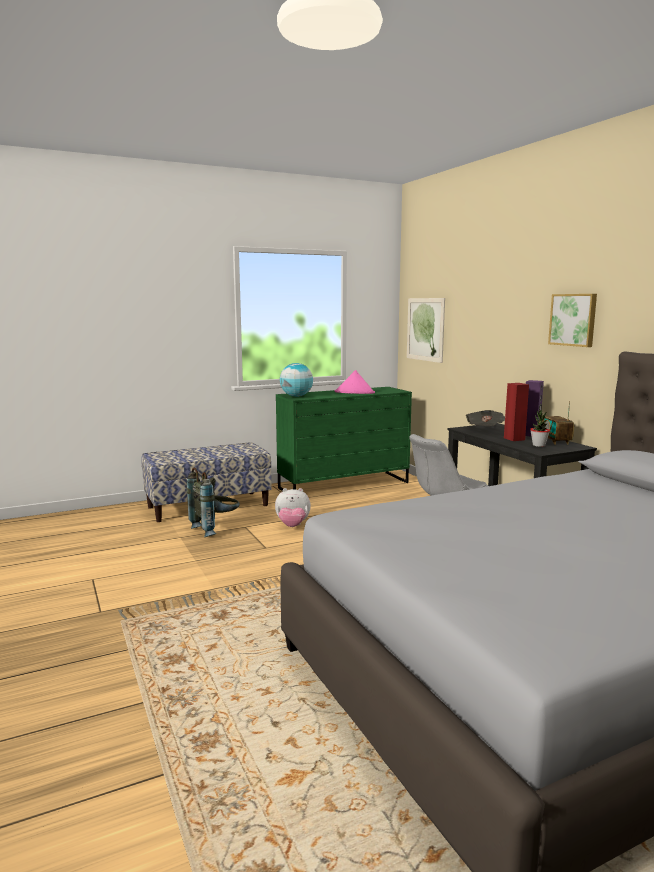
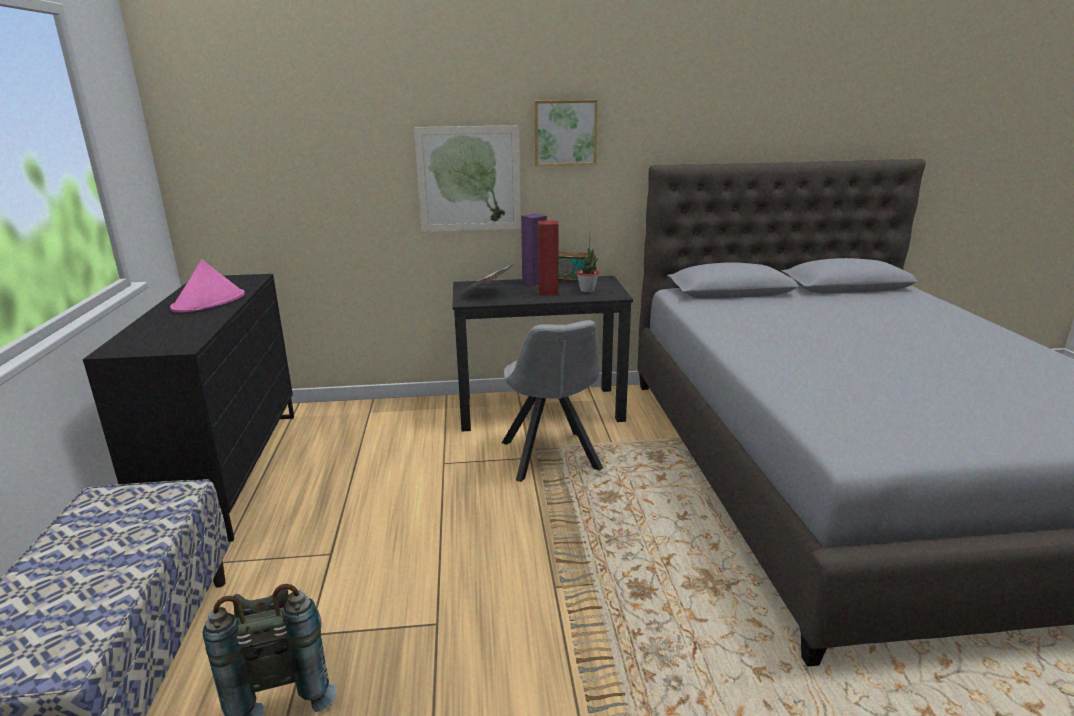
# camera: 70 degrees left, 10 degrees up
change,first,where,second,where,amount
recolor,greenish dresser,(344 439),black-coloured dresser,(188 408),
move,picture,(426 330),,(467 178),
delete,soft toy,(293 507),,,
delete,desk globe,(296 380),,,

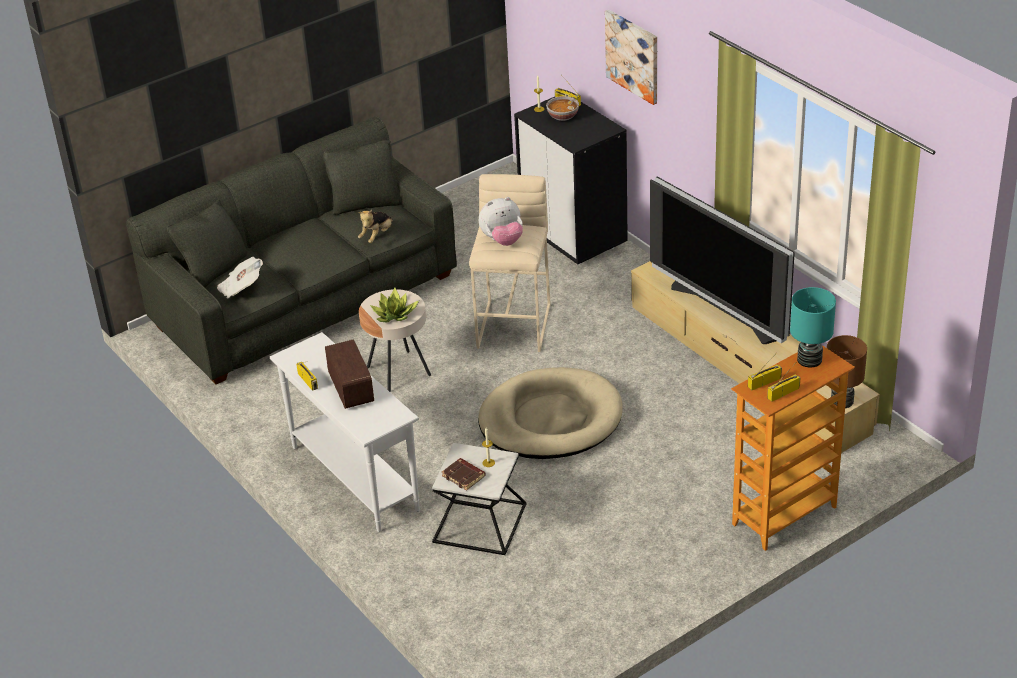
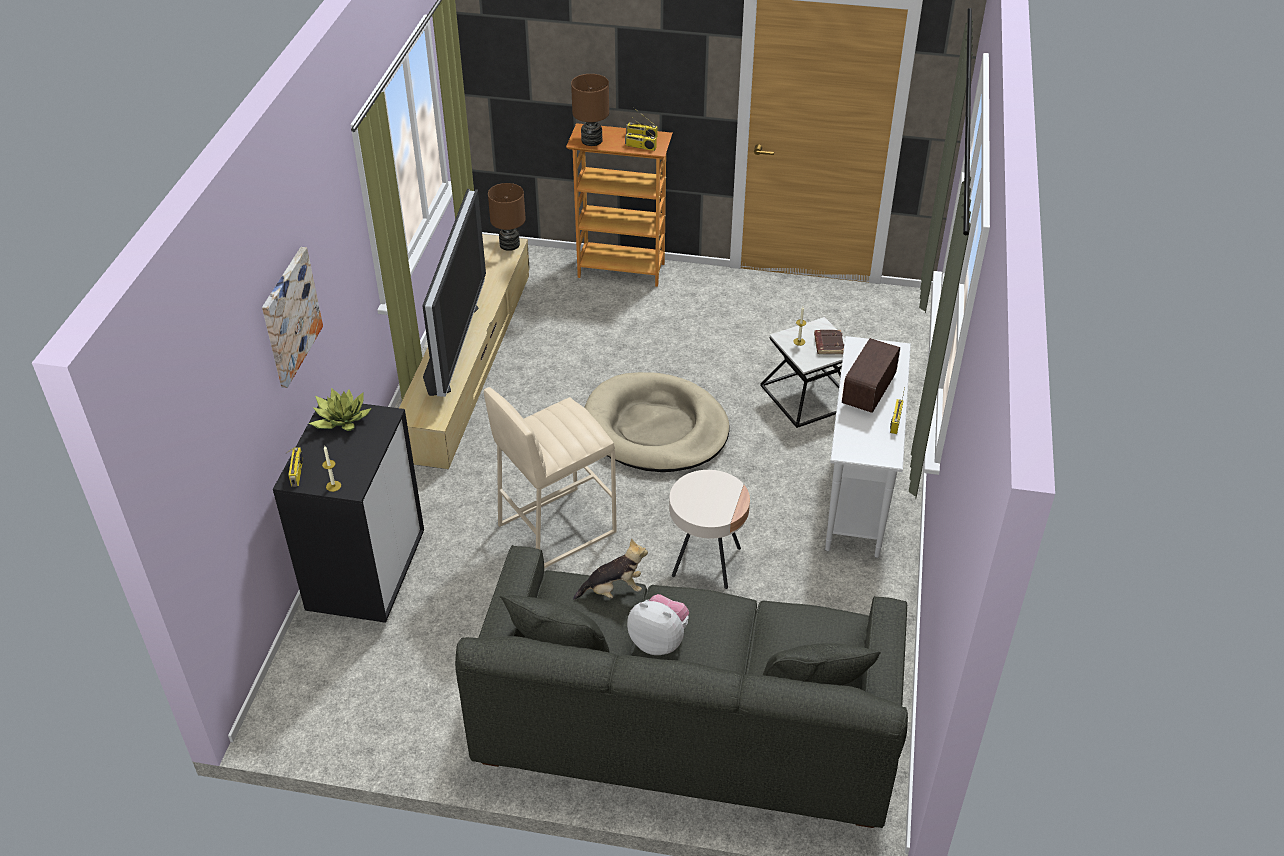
# camera: 135 degrees left, 5 degrees up
change,first,where,second,where,amount
move,plant in a pot,(394 305),,(340 409),
recolor,blue-green tabletop lamp,(813 327),brown-coloured tabletop lamp,(590 110),
move,soft toy,(501 221),,(658 624),
delete,printed paper,(240 278),,,
delete,deep dish,(562 108),,,

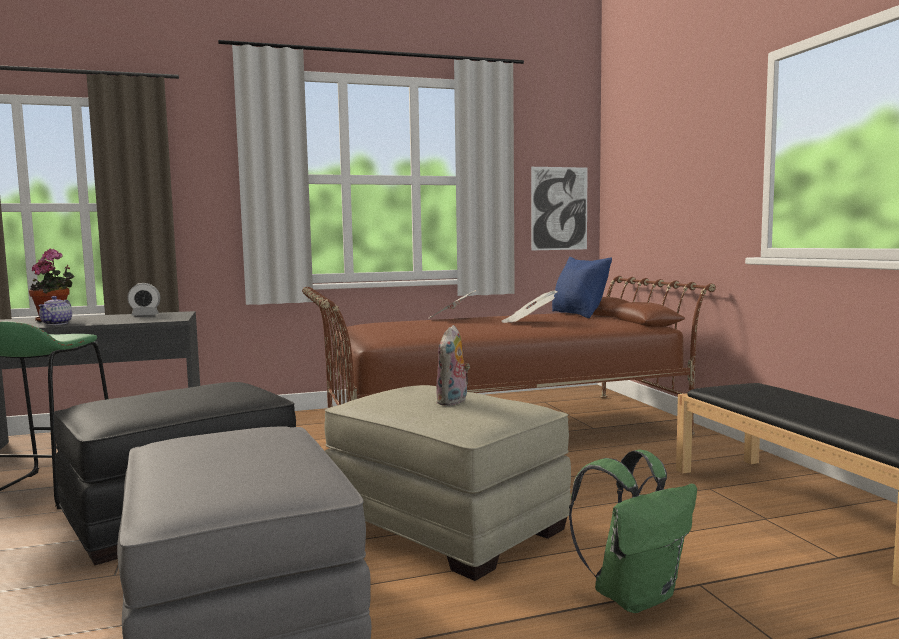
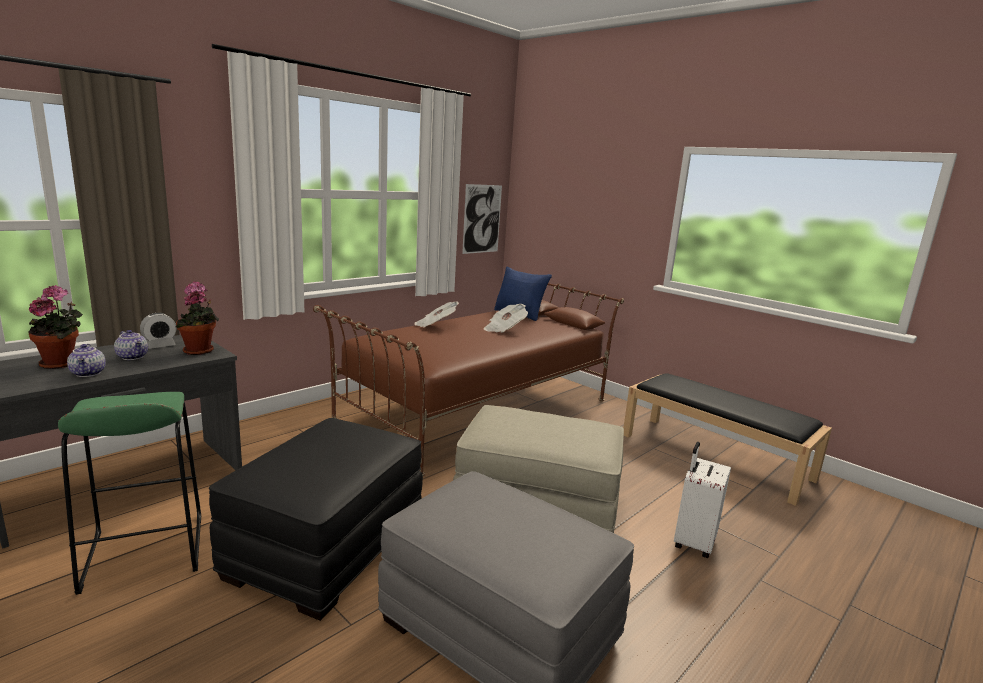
# camera: 30 degrees left, 10 degrees up
change,first,where,second,where,amount
insert,,,tea pot,(131 345),
insert,,,plant in a pot,(197 318),
replace,greenish backpack,(633 531),whitish suitcase,(702 500),
delete,soft toy,(453 365),,,

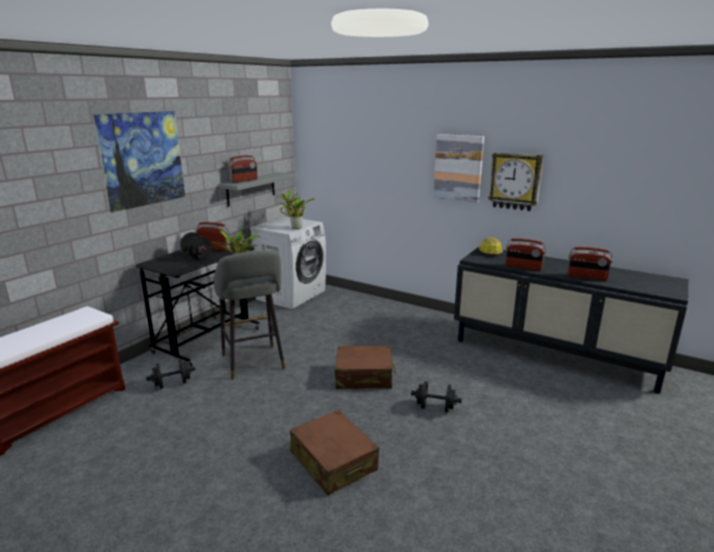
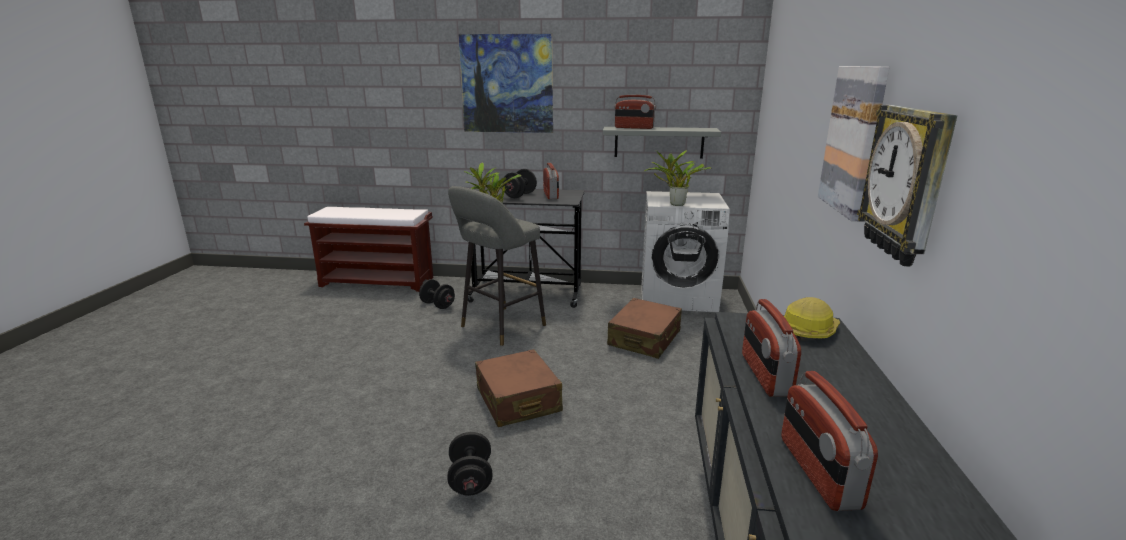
# camera: 65 degrees right, 0 degrees up
change,first,where,second,where,amount
move,brown-coloured suitcase,(334 452),,(644 328),

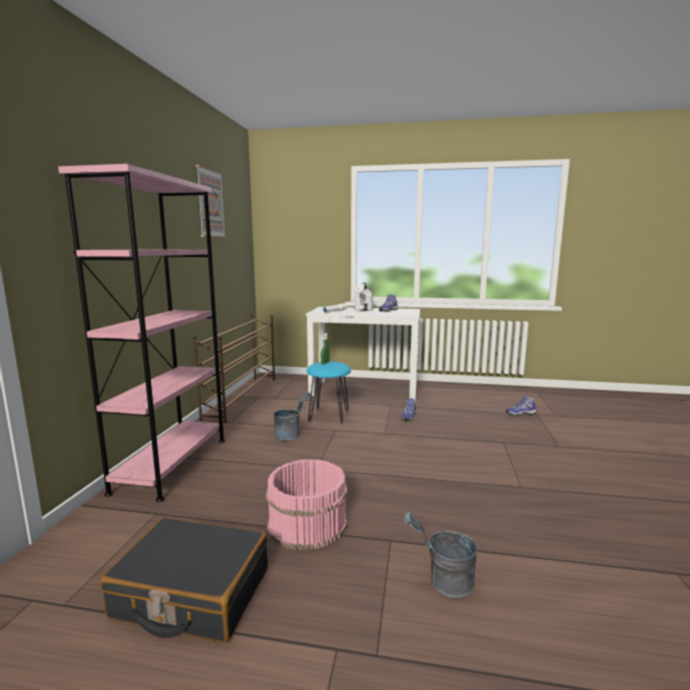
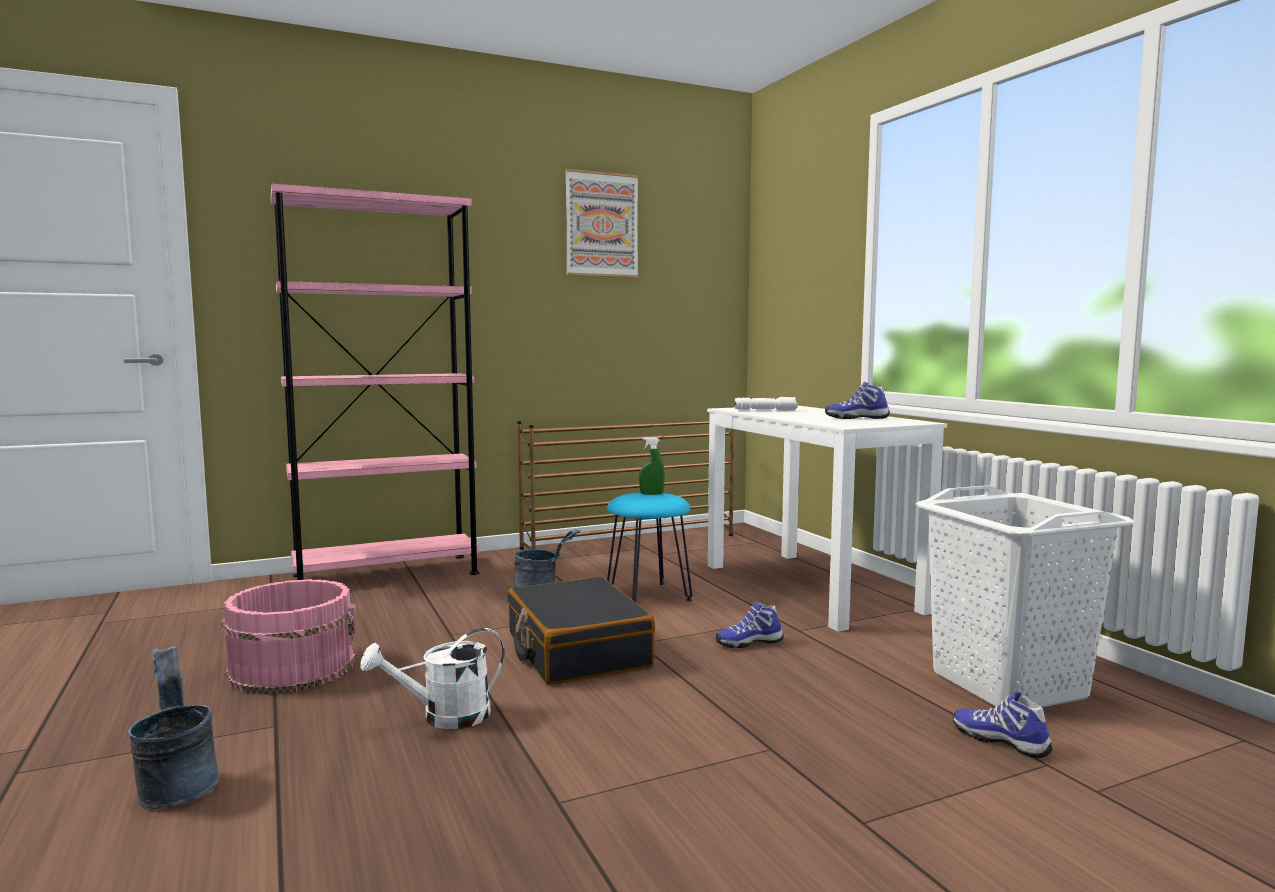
# camera: 55 degrees right, 5 degrees down
change,first,where,second,where,amount
move,whitish sprinkling can,(363 297),,(433 678),
move,black-coloured suitcase,(184 580),,(581 630),
insert,,,whitish washing basket,(1025 596),

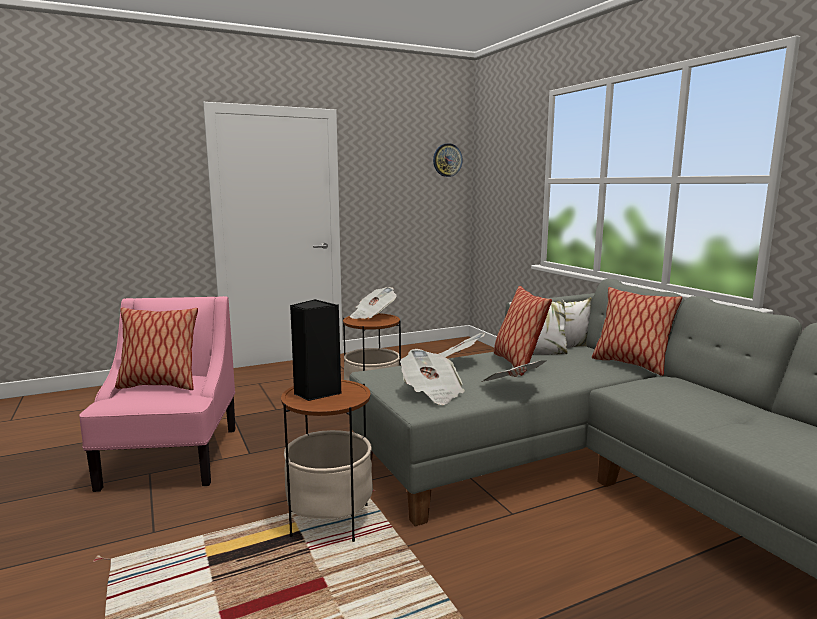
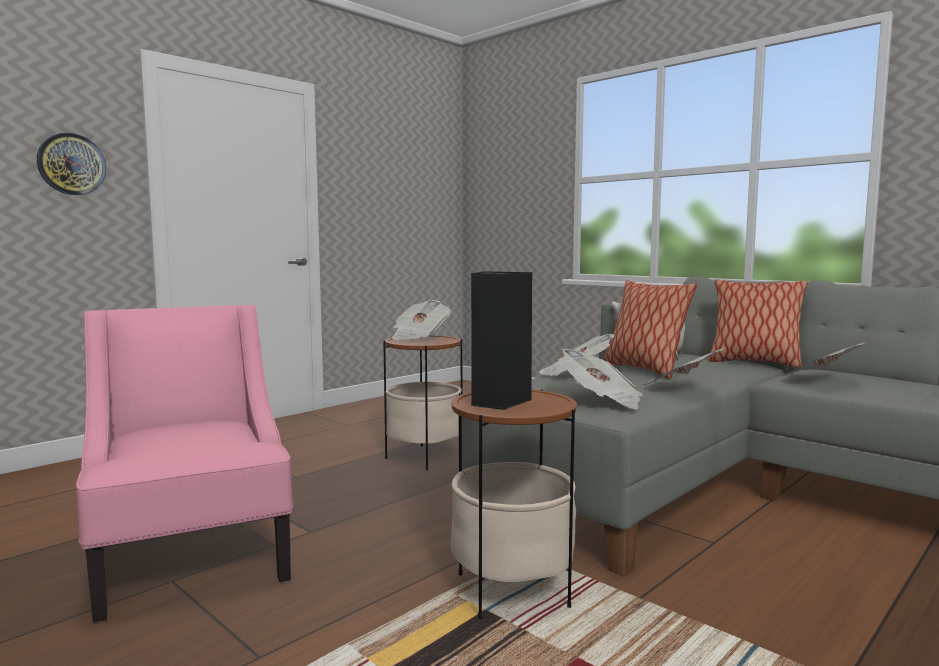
# camera: 20 degrees left, 5 degrees down
change,first,where,second,where,amount
move,hanging clock,(448 160),,(71 164),
insert,,,printed paper,(823 359),
delete,cushion,(156 349),,,

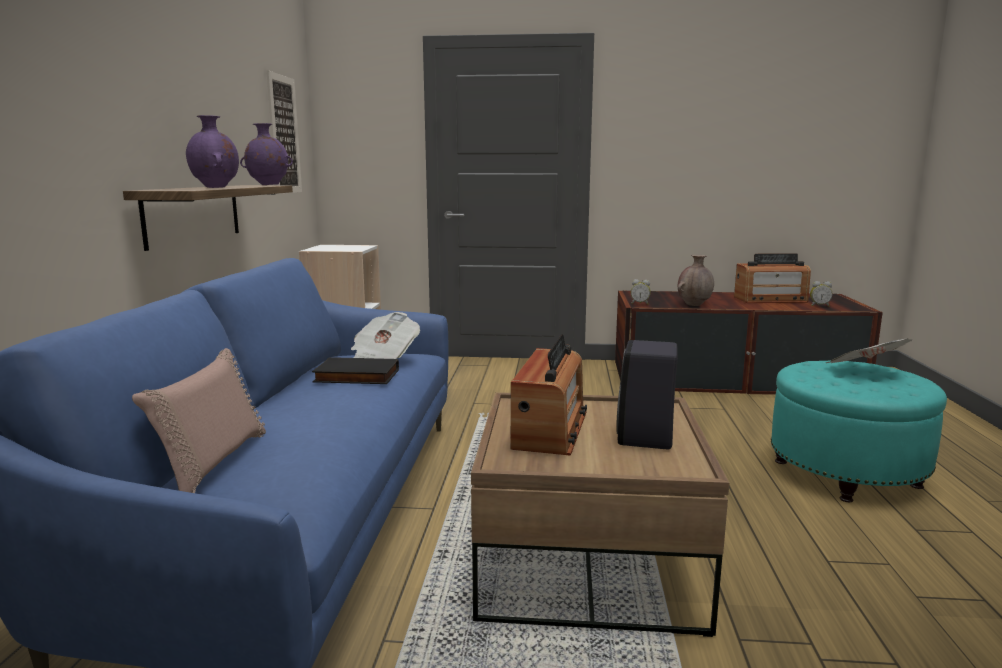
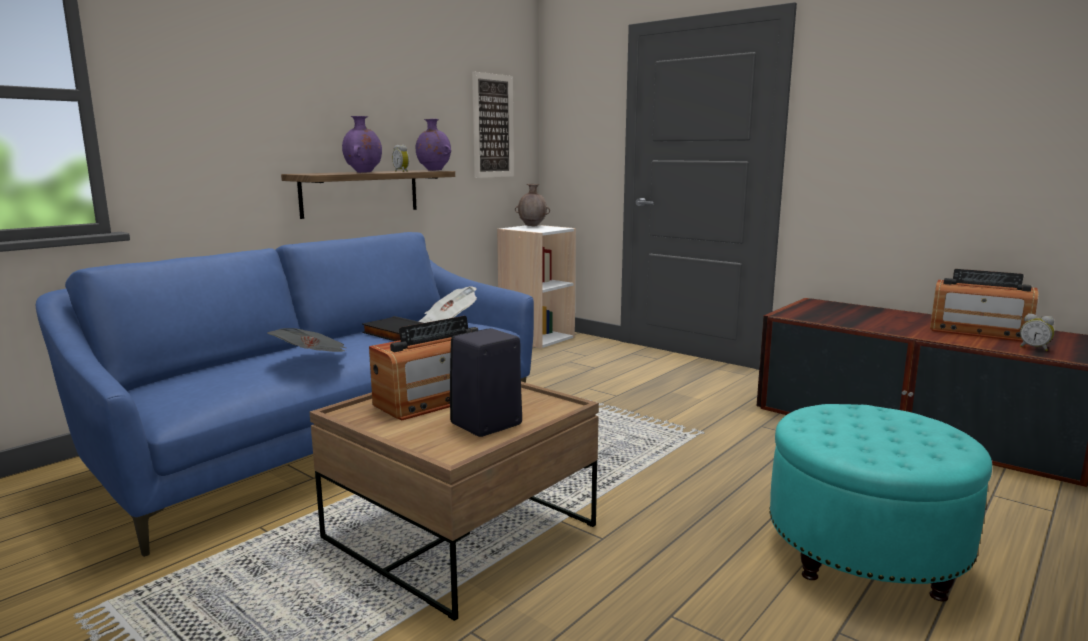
# camera: 35 degrees right, 0 degrees up
change,first,where,second,where,amount
move,printed paper,(869 350),,(306 340),
move,bedside clock,(641 292),,(400 158),
move,brown-coloured decorative vase,(696 280),,(532 205),
delete,beige cushion,(199 420),,,

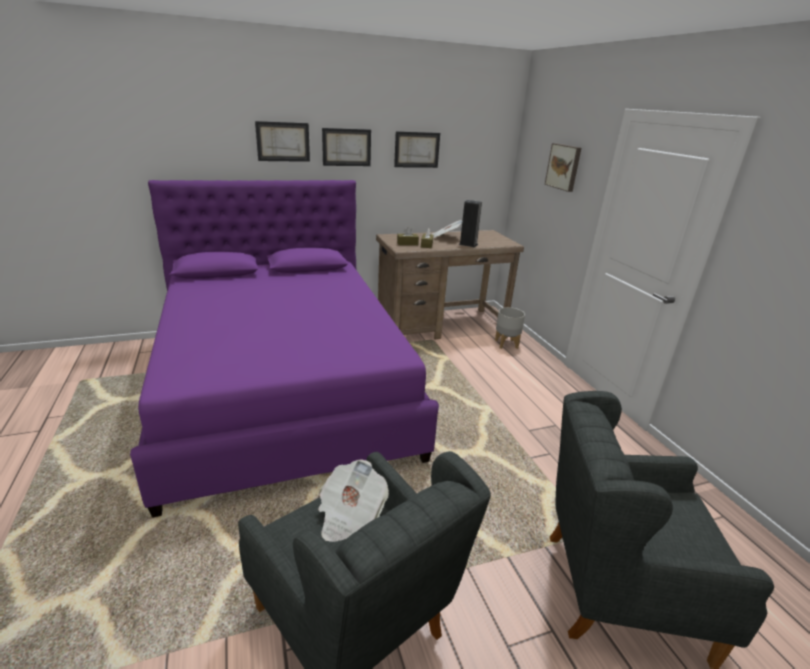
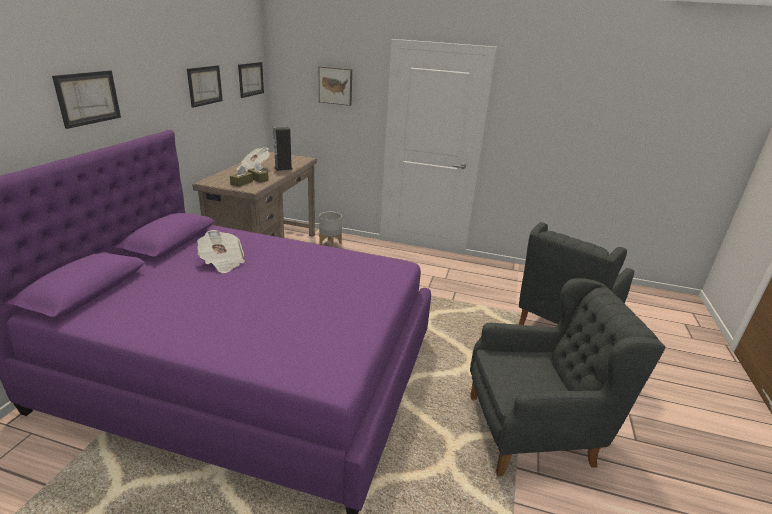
# camera: 55 degrees left, 0 degrees up
change,first,where,second,where,amount
move,printed paper,(353 500),,(221 251),
move,picture,(346 147),,(251 80),

